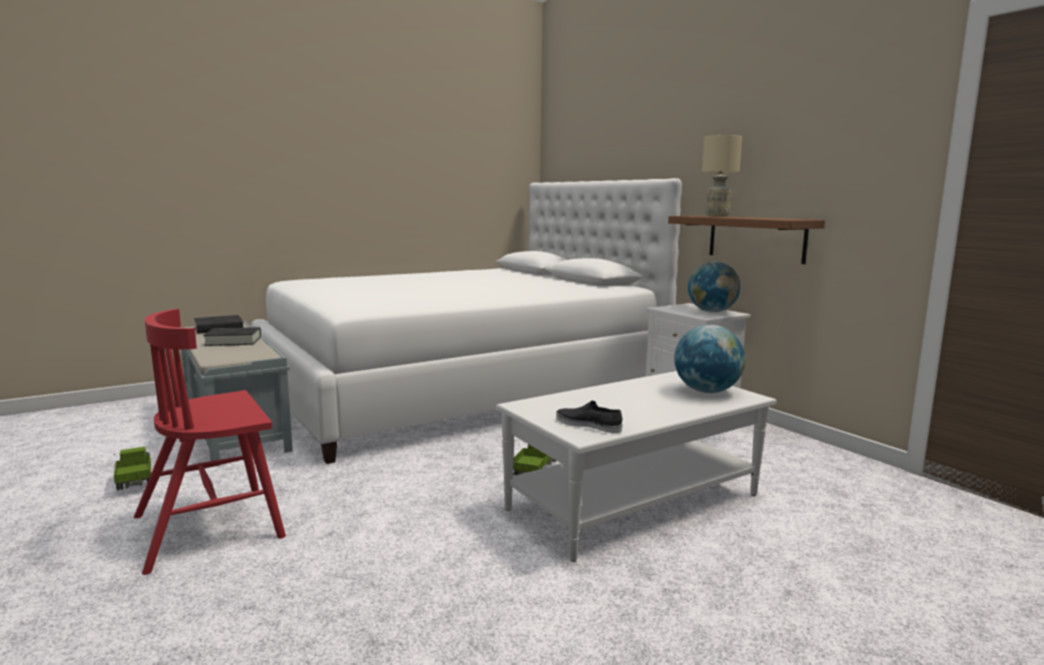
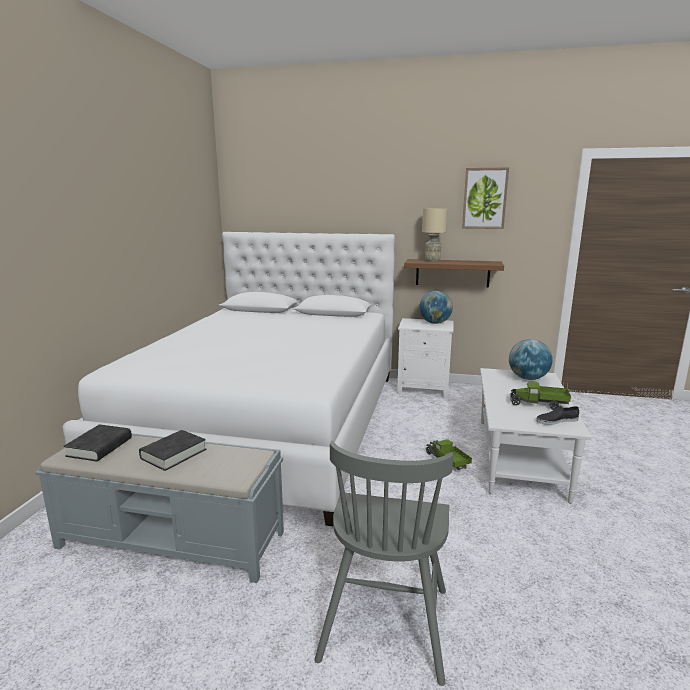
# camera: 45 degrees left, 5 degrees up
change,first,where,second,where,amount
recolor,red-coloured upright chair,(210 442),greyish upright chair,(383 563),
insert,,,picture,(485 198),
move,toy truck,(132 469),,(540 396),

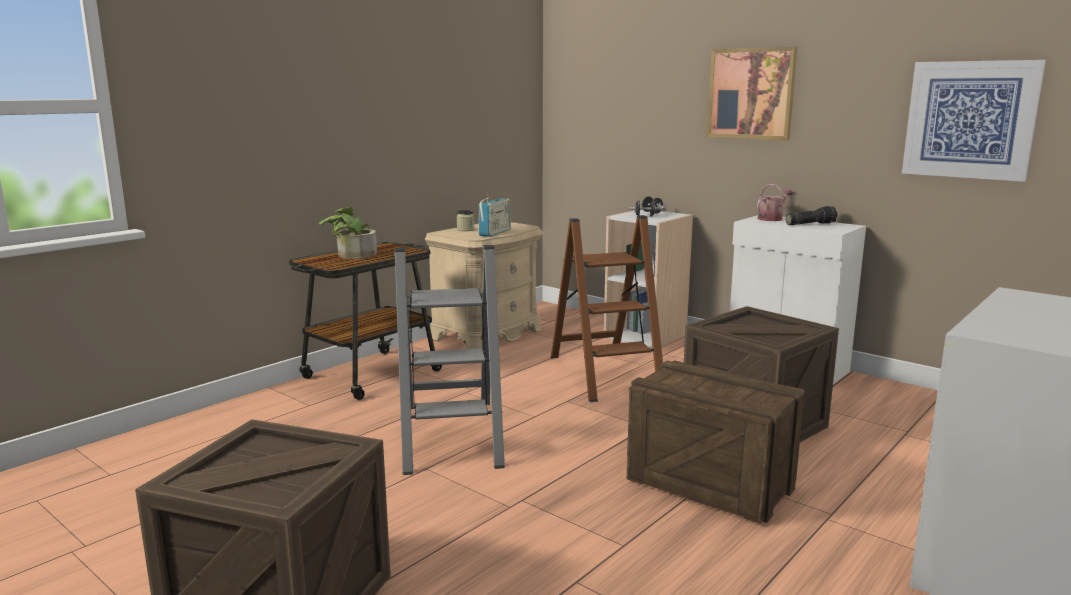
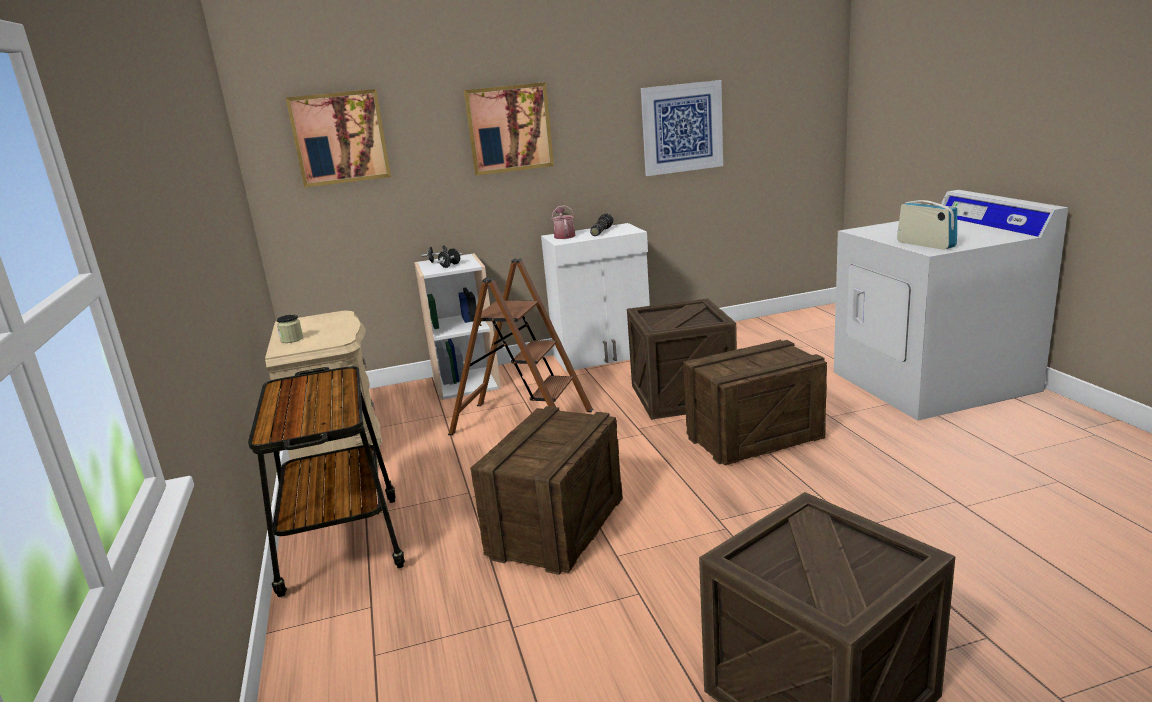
# camera: 55 degrees left, 5 degrees up
change,first,where,second,where,amount
insert,,,picture,(338 138),
replace,greyish stepladder,(449 360),shipping crate,(546 490),
move,radio set,(494 216),,(927 223),
delete,plant in a pot,(348 233),,,

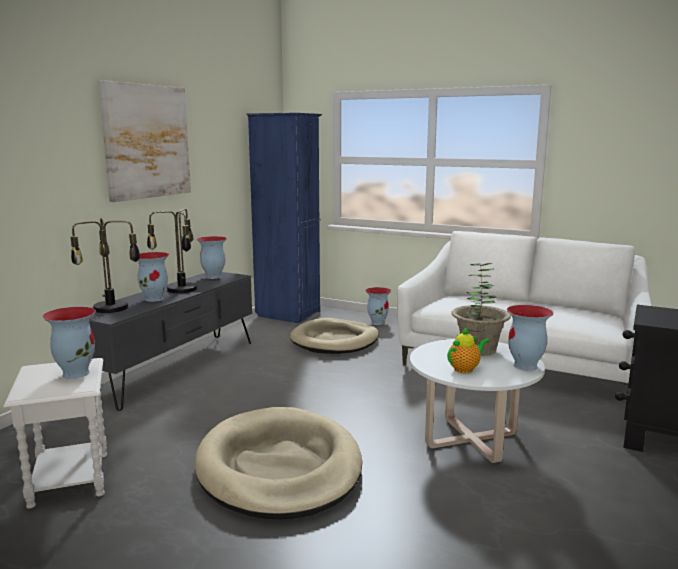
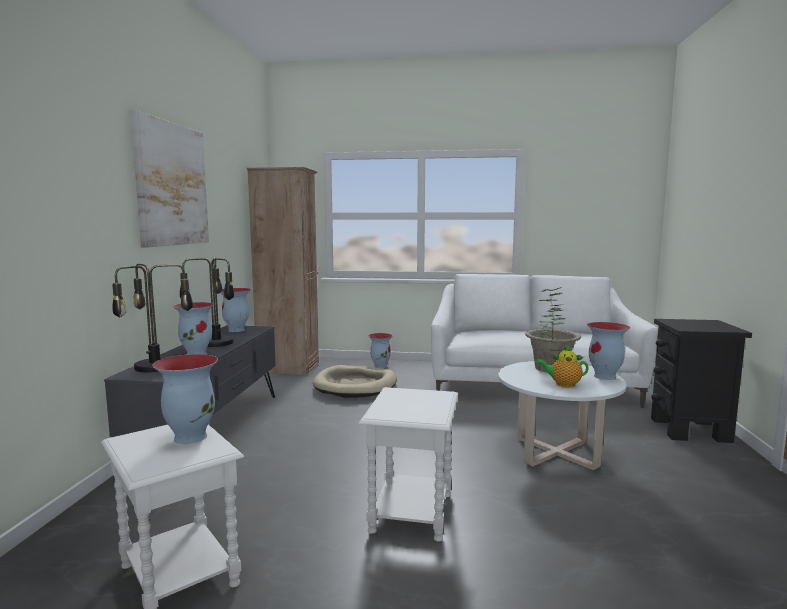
# camera: 20 degrees left, 5 degrees down
change,first,where,second,where,amount
recolor,blue-coloured storage cabinet,(284 218),brown-coloured storage cabinet,(283 270),
replace,beige pet bed,(278 463),whitish end table,(408 464),
rotate,tea pot,(468 350),,(562 366),120 degrees counterclockwise

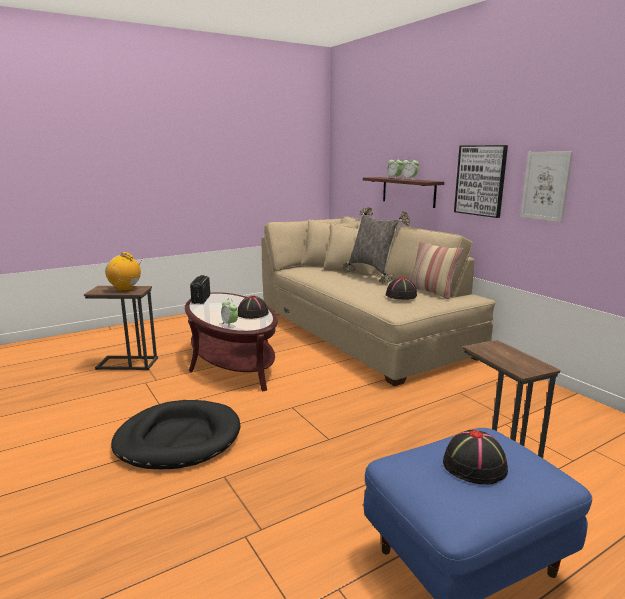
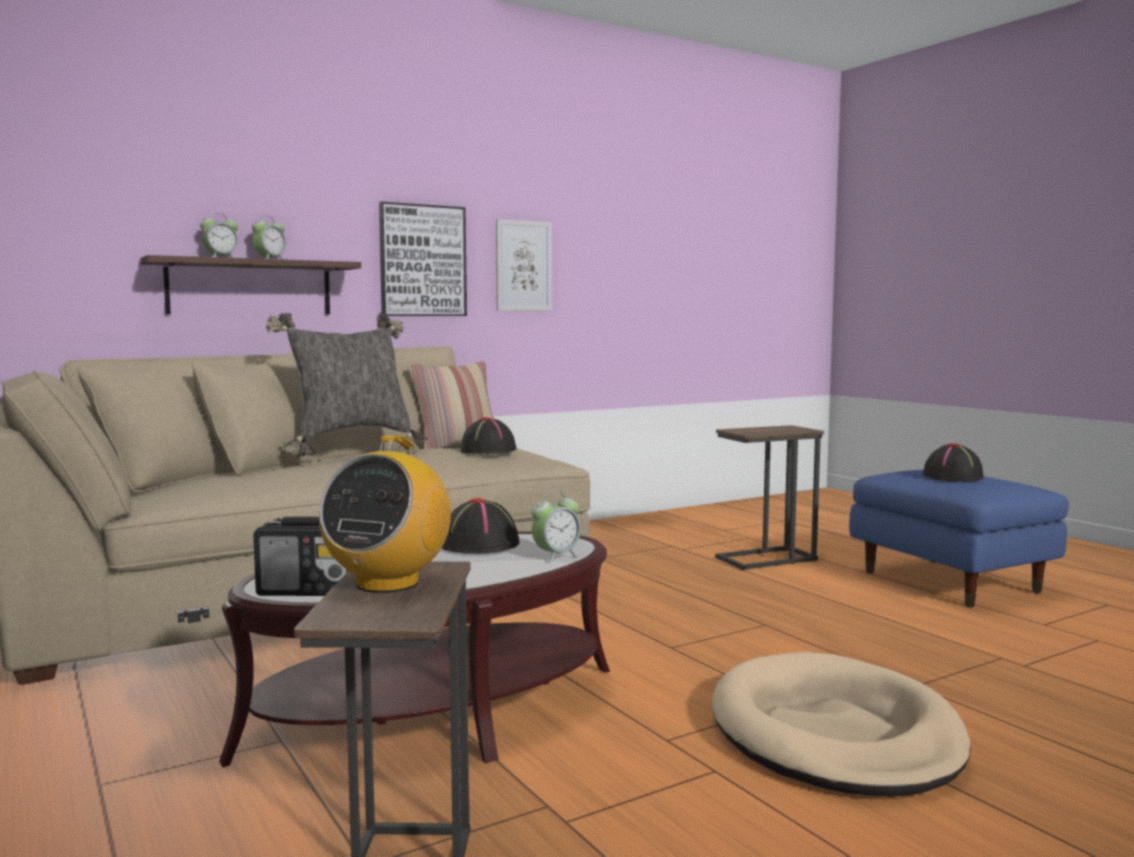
# camera: 90 degrees left, 10 degrees down
change,first,where,second,where,amount
recolor,black-coloured pet bed,(176 434),beige pet bed,(841 724),

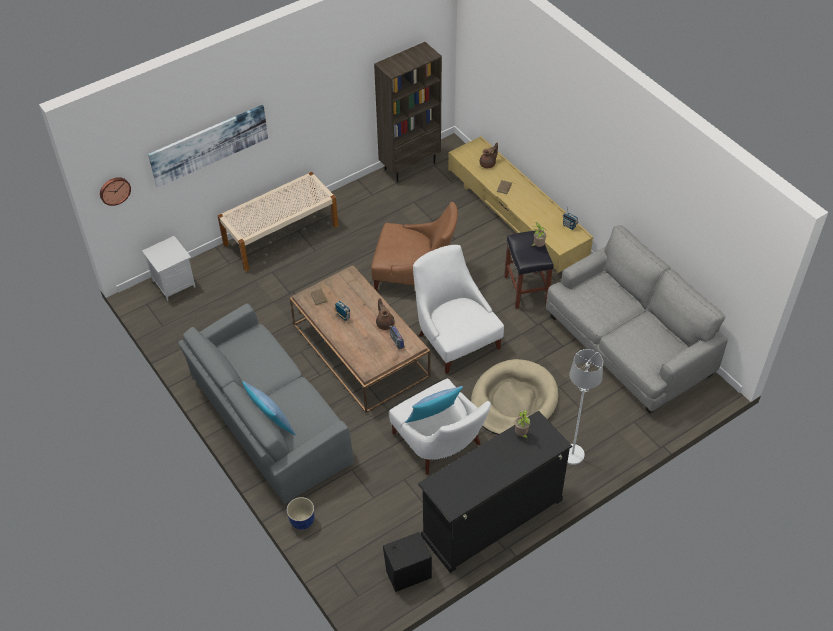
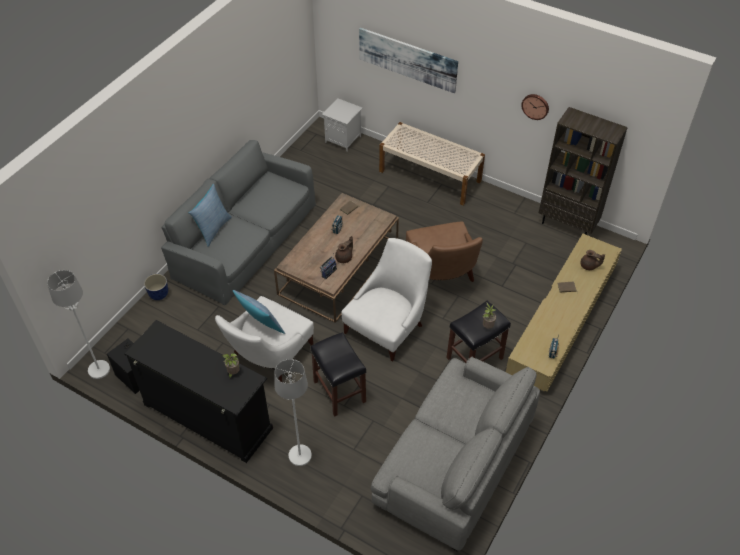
# camera: 65 degrees right, 0 degrees up
change,first,where,second,where,amount
insert,,,whitish floor lamp,(78 324),
replace,beige pet bed,(515 397),black-coloured stool seat,(338 374),
move,hanging clock,(115 191),,(535 107),

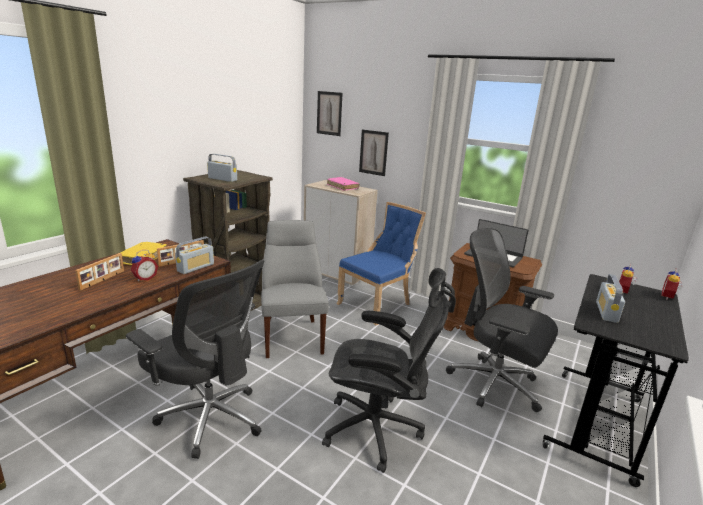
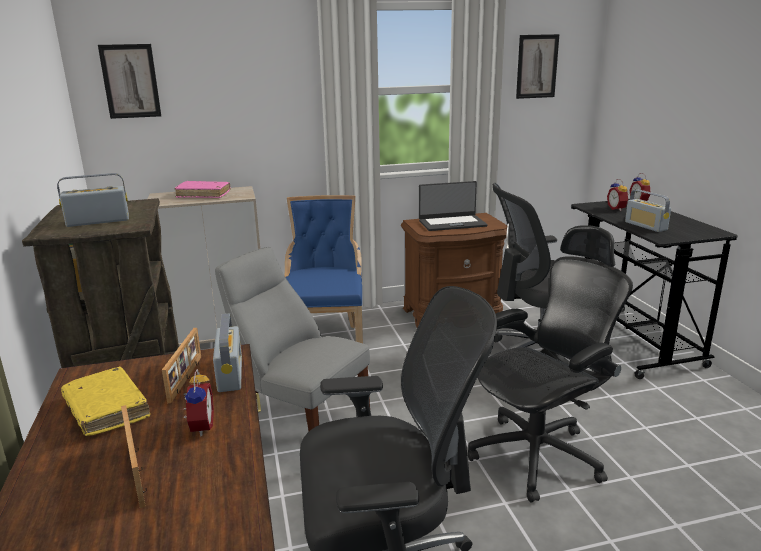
# camera: 45 degrees left, 0 degrees up
change,first,where,second,where,amount
move,picture,(374 153),,(537 66),

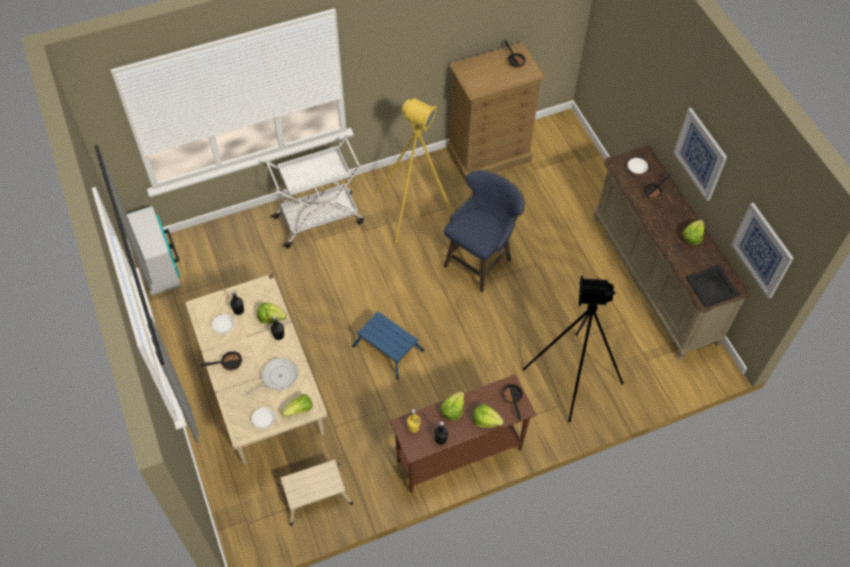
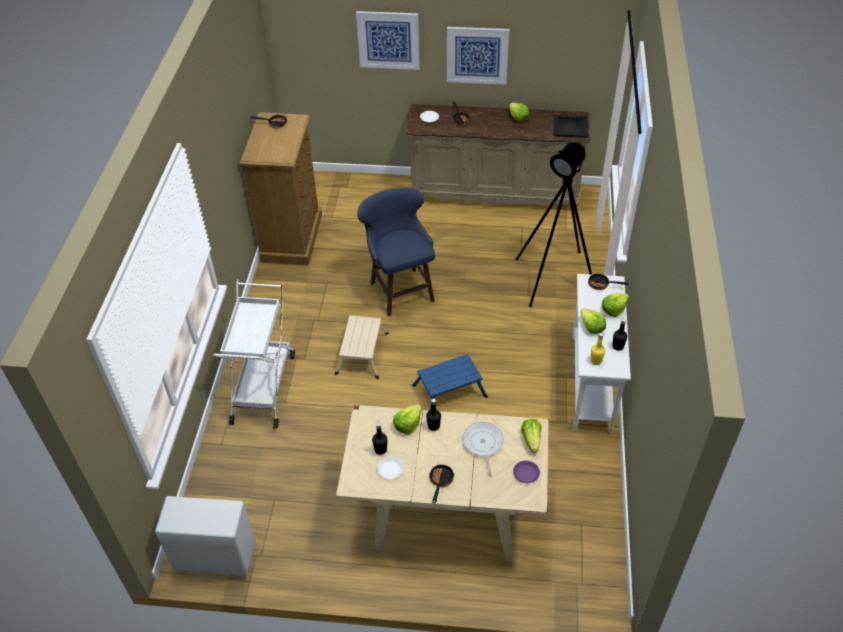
# camera: 60 degrees left, 10 degrees down
change,first,where,second,where,amount
move,beige stepladder,(315 492),,(362 347),
move,picture,(762 250),,(388 40),
recolor,whitish dinner plate,(263 418),purplish dinner plate,(526 472),
recolor,brown-coloured narrow table,(463 433),whitish narrow table,(602 354),
delete,yellowish floor lamp,(415 170),,,

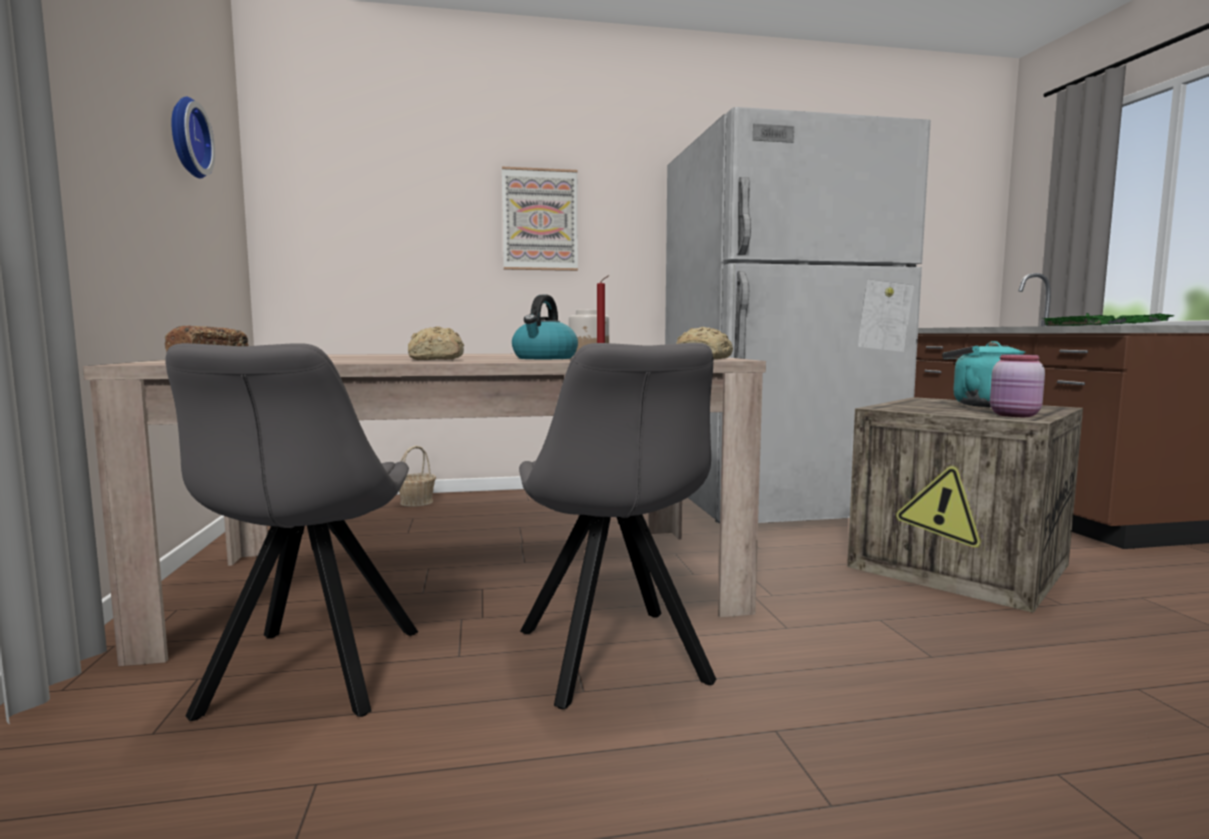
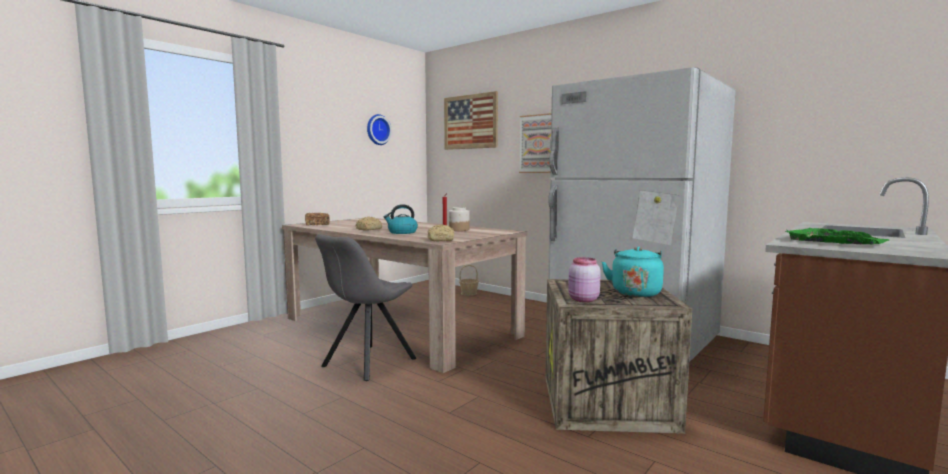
# camera: 50 degrees right, 0 degrees up
change,first,where,second,where,amount
insert,,,picture,(471 120),
delete,greyish upright chair,(291 532),,,

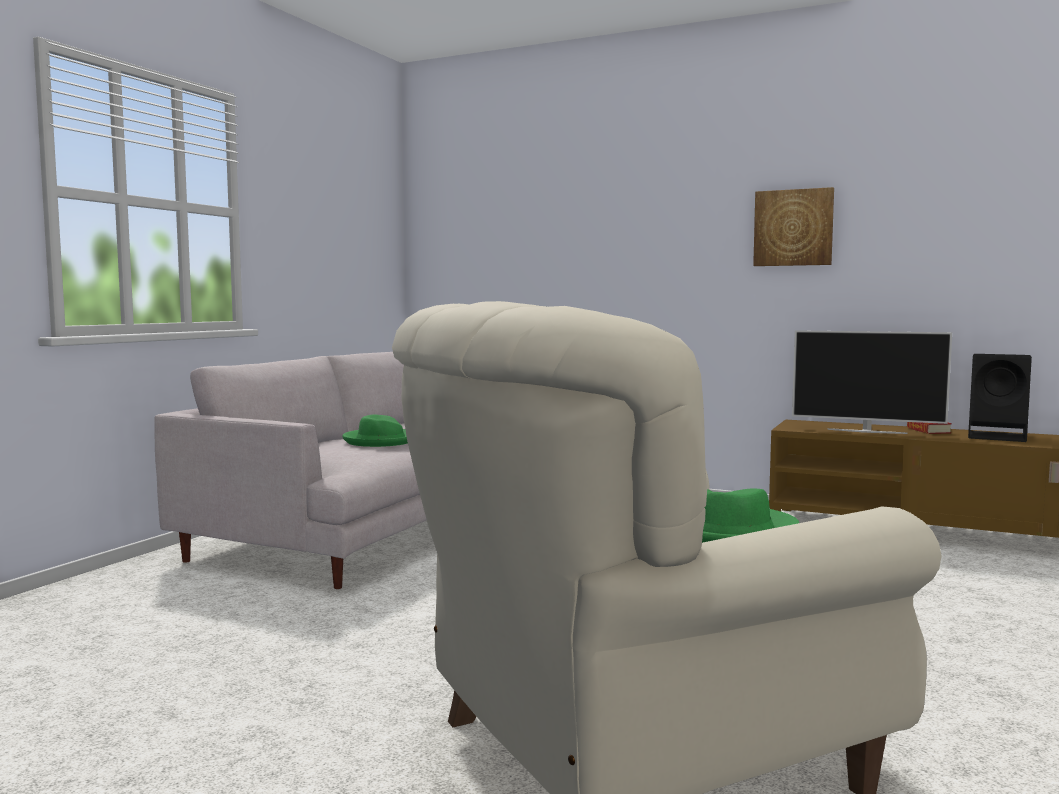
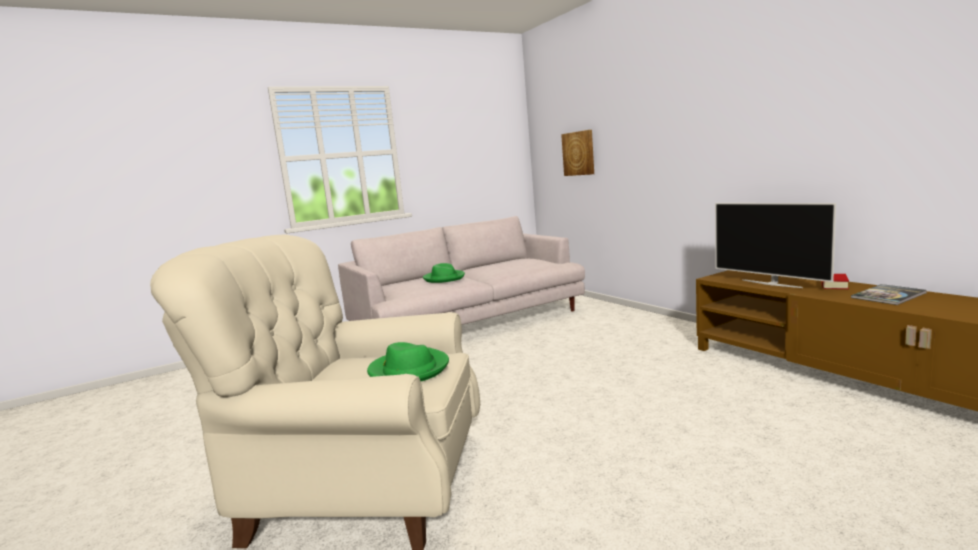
# camera: 35 degrees right, 5 degrees up
change,first,where,second,where,amount
move,picture,(793 226),,(577 153),
replace,black-coloured loudspeaker,(1000 398),volume,(889 294),

